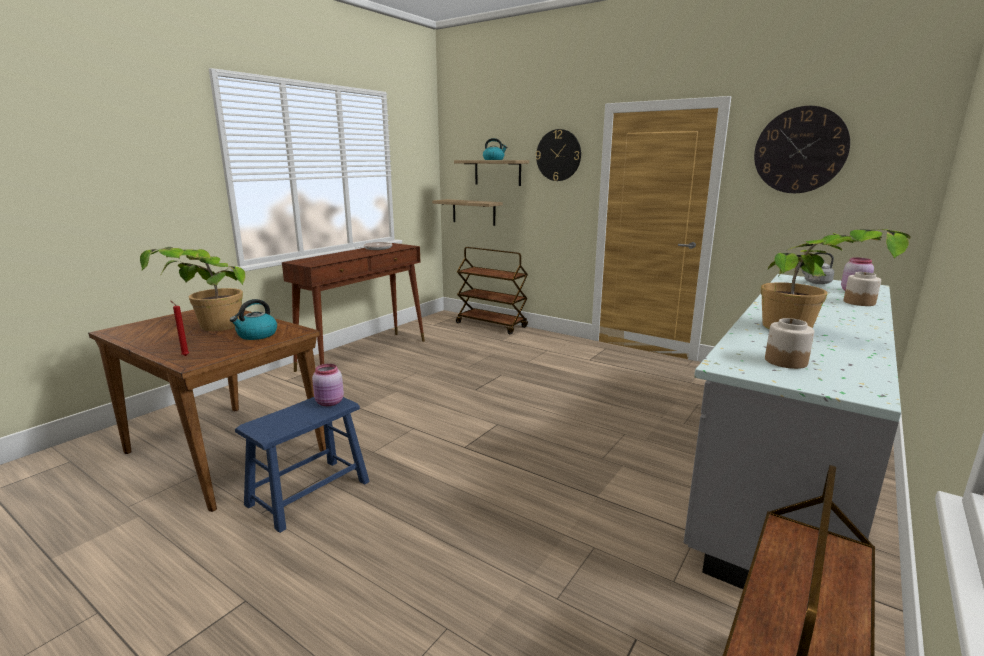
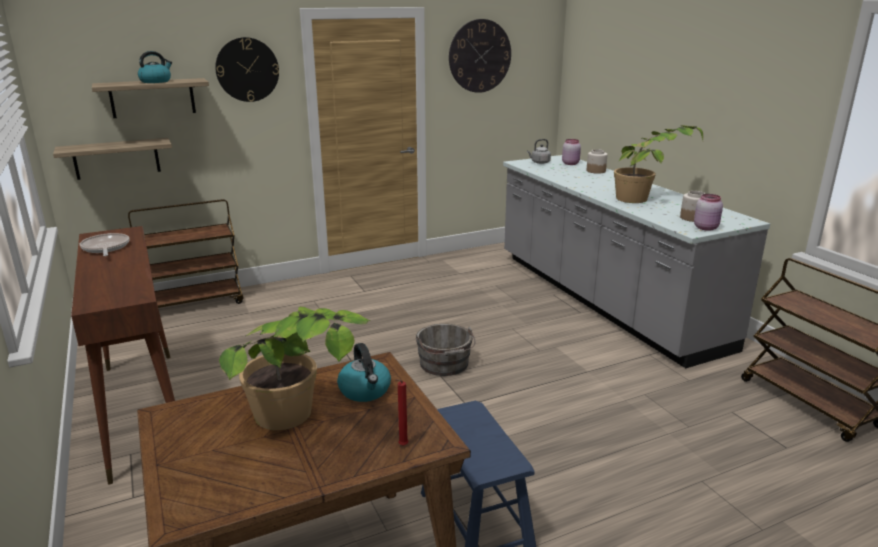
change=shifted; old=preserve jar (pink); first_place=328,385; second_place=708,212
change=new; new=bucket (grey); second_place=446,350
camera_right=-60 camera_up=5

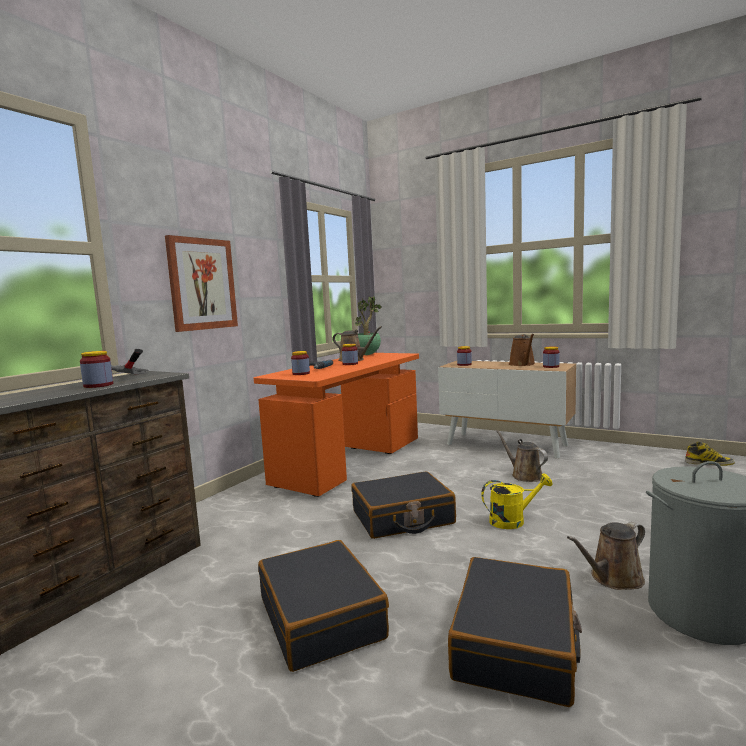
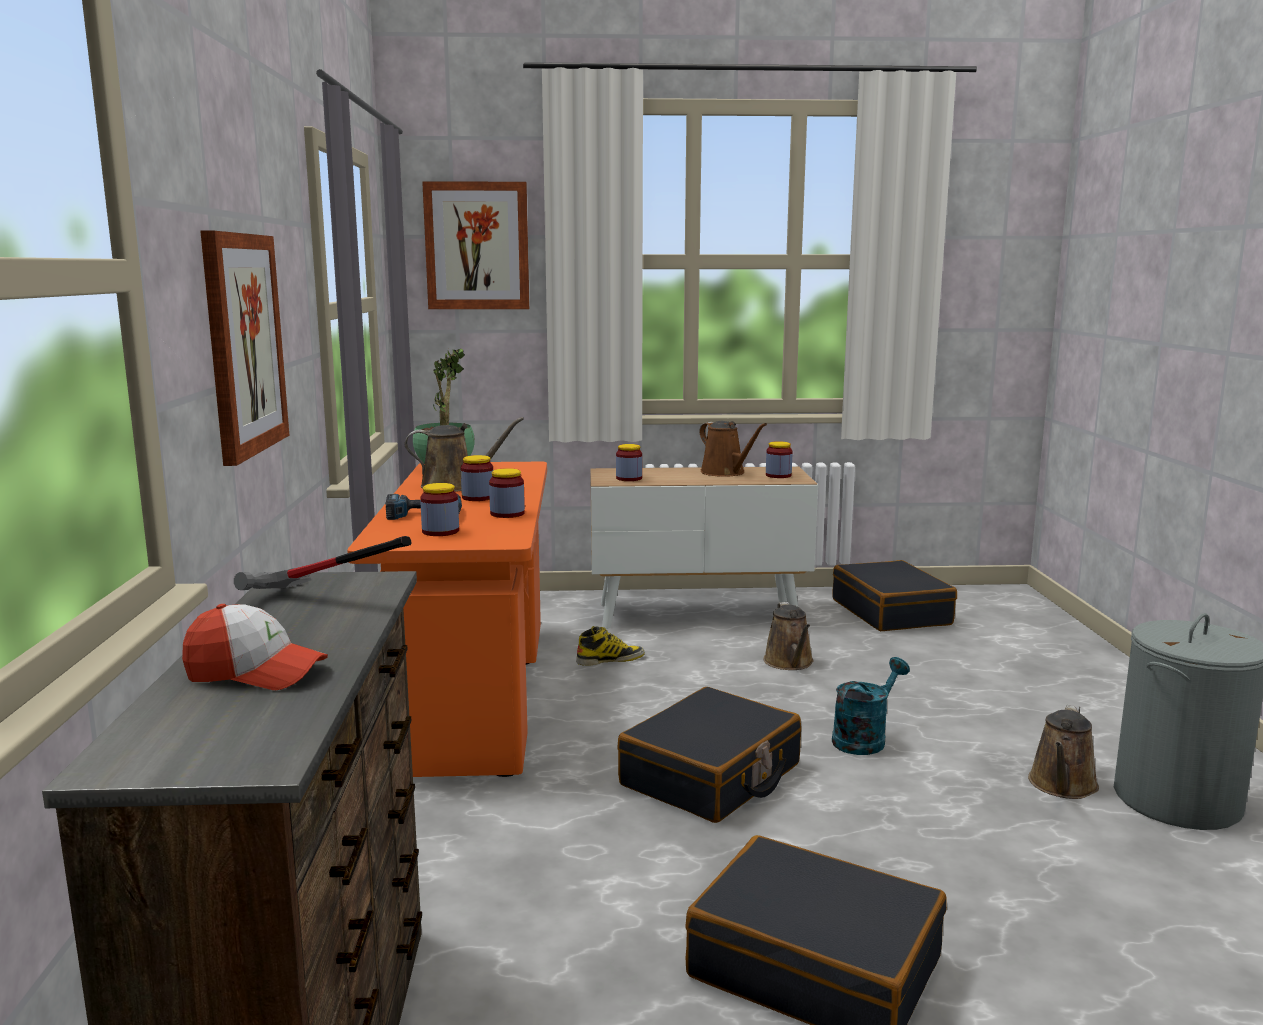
change=shifted; old=preserve jar; first_place=96,369; second_place=507,493
change=shifted; old=suitcase (black); first_place=515,632; second_place=895,595
change=repainted; old=watering can (yellowish); new=watering can (blue-green); first_place=517,501; second_place=871,706
change=rotated; old=watering can (brown); first_place=522,456; second_place=789,636; degrees=-120
change=shifted; old=boot; first_place=710,454; second_place=610,646
change=new; new=peaked cap; second_place=255,647
change=new; new=wall art; second_place=476,245
camera_right=-35 camera_up=5

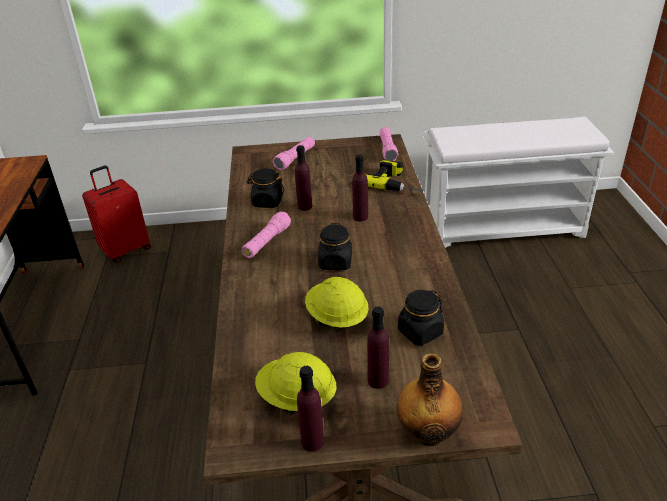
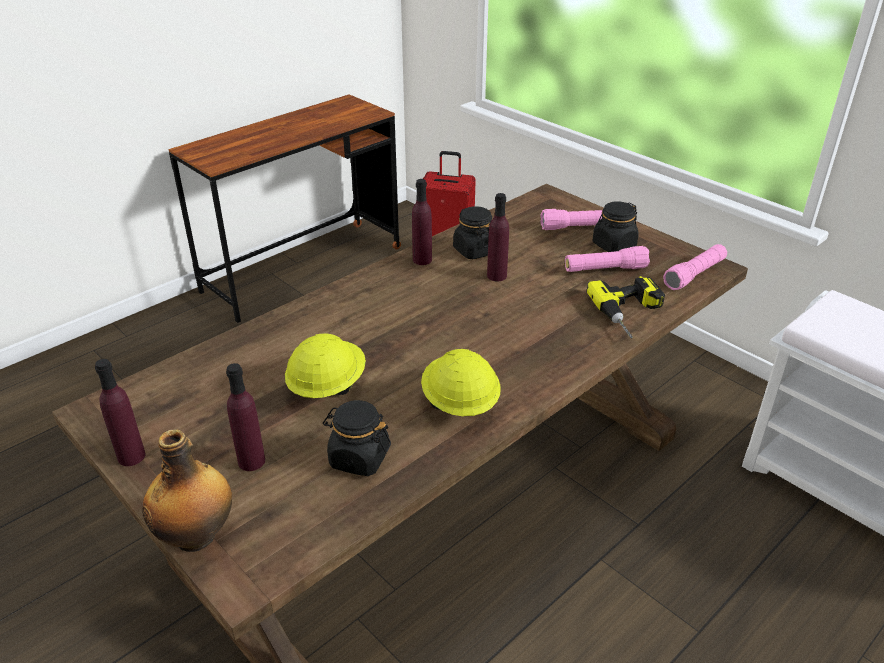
change=shifted; old=torch (pink); first_place=266,235; second_place=607,259
change=shifted; old=safety helmet (yellowish); first_place=296,383; second_place=461,382
change=shifted; old=preserve jar (black); first_place=335,246; second_place=616,226
change=shifted; old=beverage bottle (purple); first_place=360,187; second_place=422,222
camera_right=50 camera_up=0

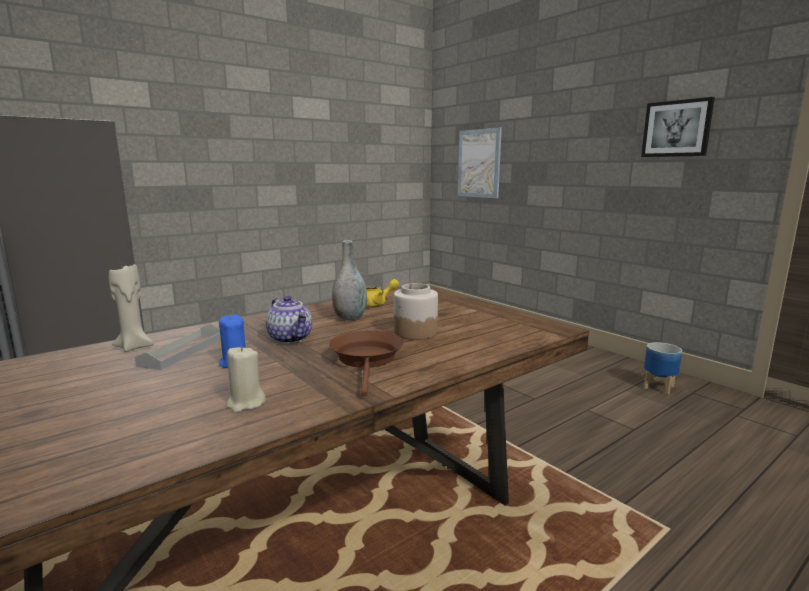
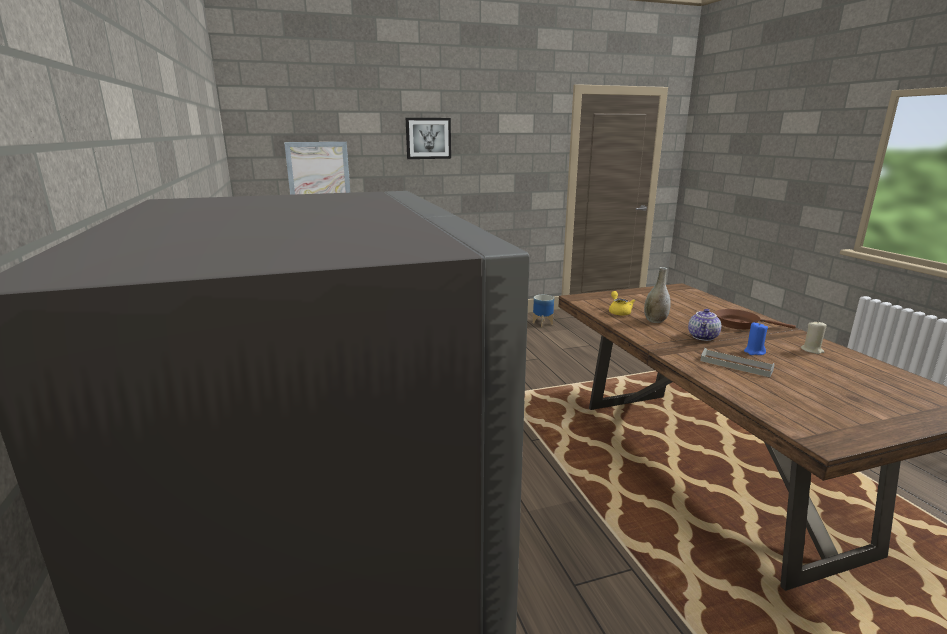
change=gone; old=wax candle (sand-coloured); first_place=131,308
change=rotated; old=teapot; first_place=289,320; second_place=704,325; degrees=135
change=gone; old=preserve jar; first_place=416,311
change=shifted; old=wall art; first_place=678,127; second_place=428,138
camera_right=-70 camera_up=5

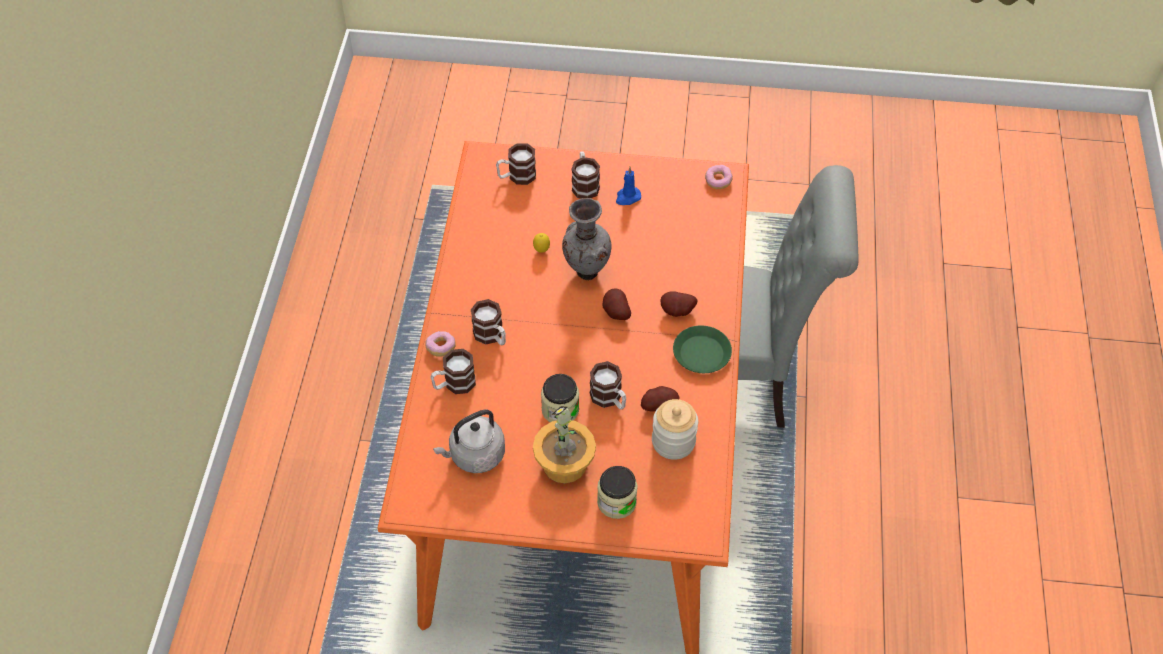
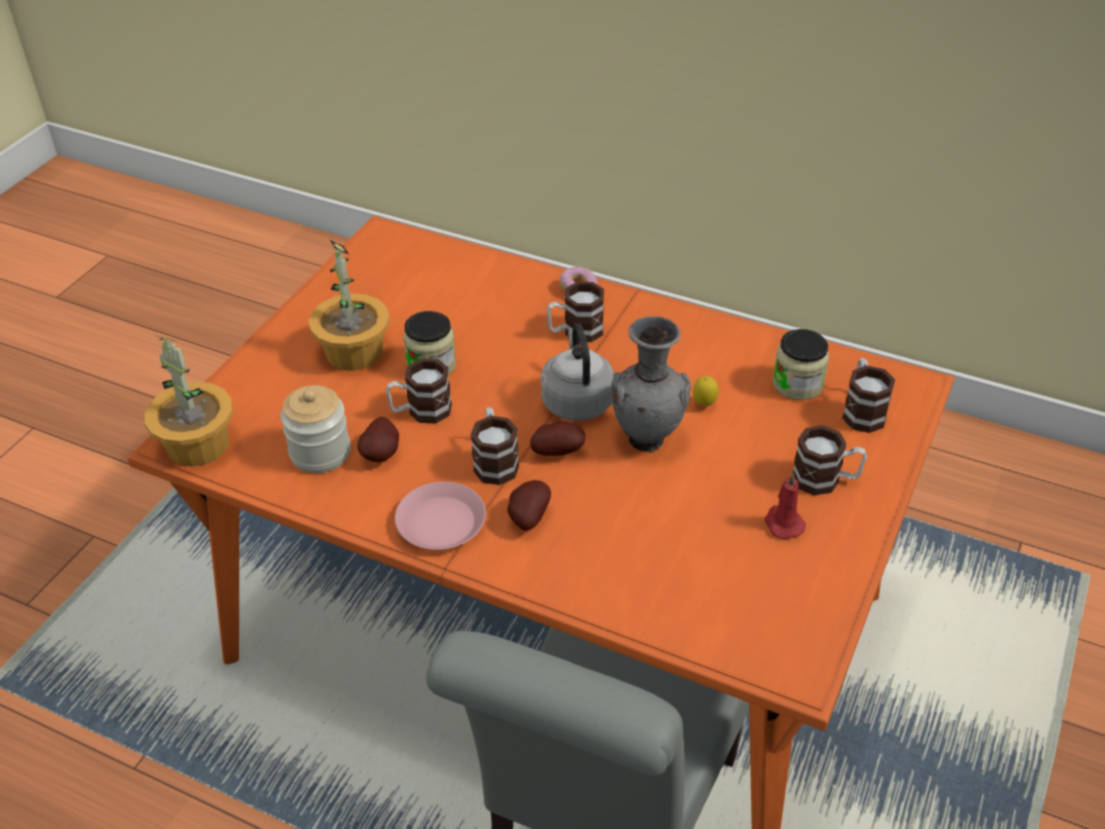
change=shifted; old=mug; first_place=453,371; second_place=494,446
change=shifted; old=kettle (grey); first_place=469,441; second_place=577,372
change=shifted; old=preserve jar; first_place=617,492; second_place=801,364
change=repainted; old=wax candle (blue); new=wax candle (red-coloured); first_place=628,186; second_place=785,506
change=repainted; old=dinner plate (greenish); new=dinner plate (pink); first_place=702,349; second_place=440,516
change=gone; old=donut; first_place=719,177
change=new; new=houseplant; second_place=189,401
camera_right=110 camera_up=-10

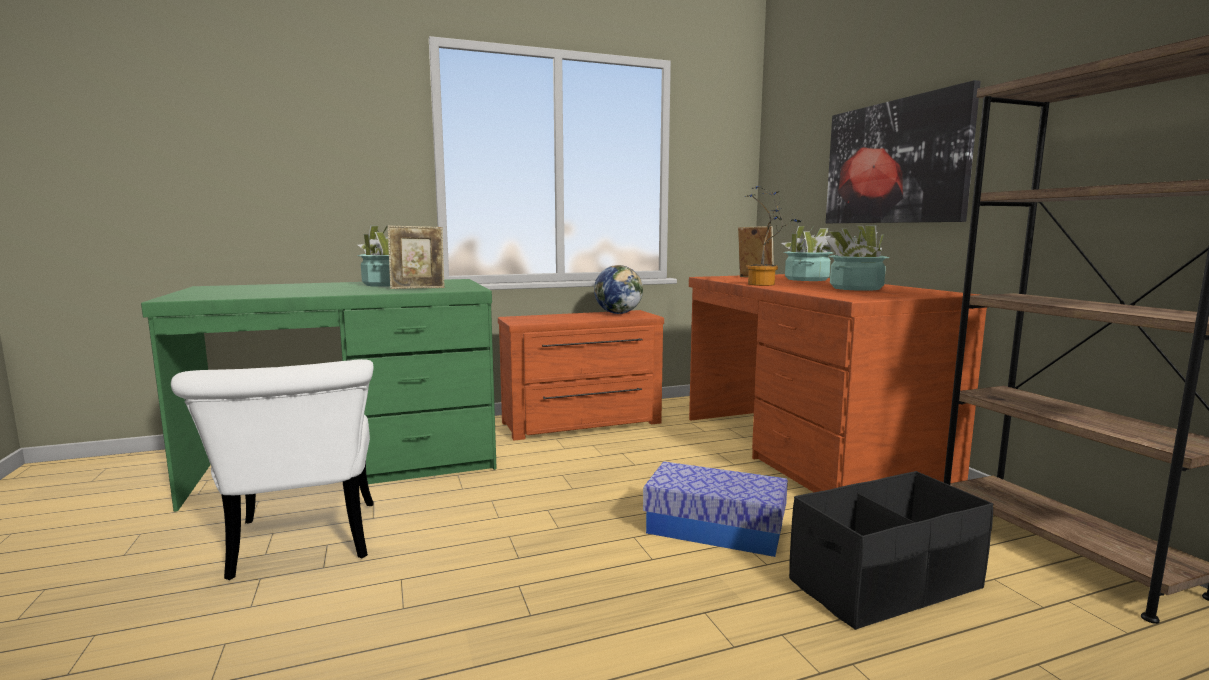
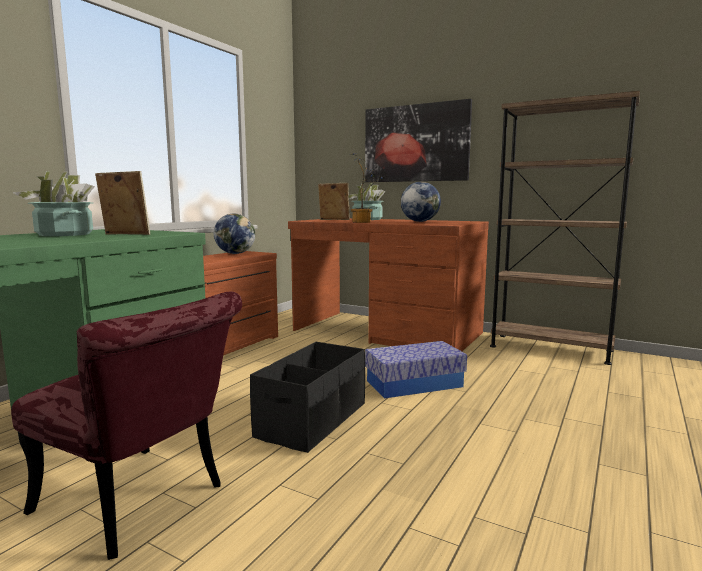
change=repainted; old=chair (white); new=chair (red-coloured); first_place=272,469; second_place=126,425
change=rotated; old=photo frame; first_place=416,257; second_place=122,203; degrees=-105
change=shifted; old=storage bin (black); first_place=891,550; second_place=307,397
change=swapped; old=houseplant; new=globe; first_place=857,258; second_place=421,202
camera_right=-40 camera_up=0

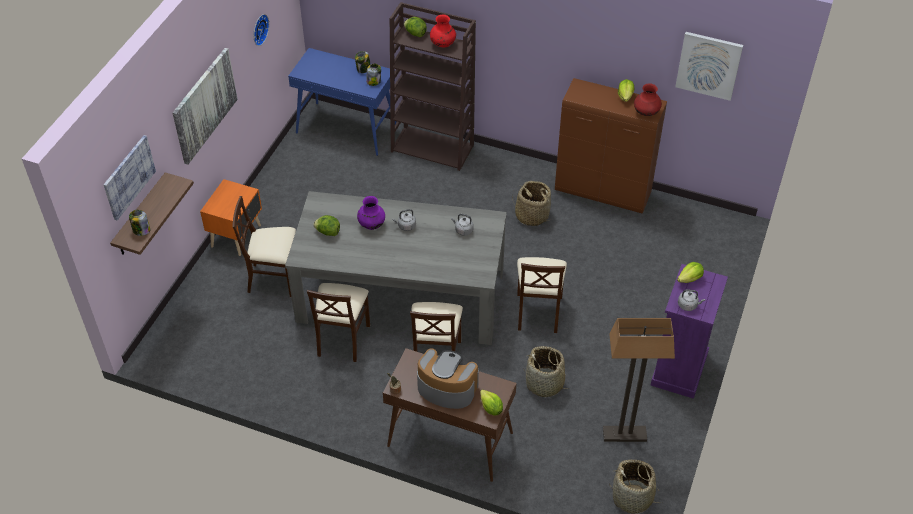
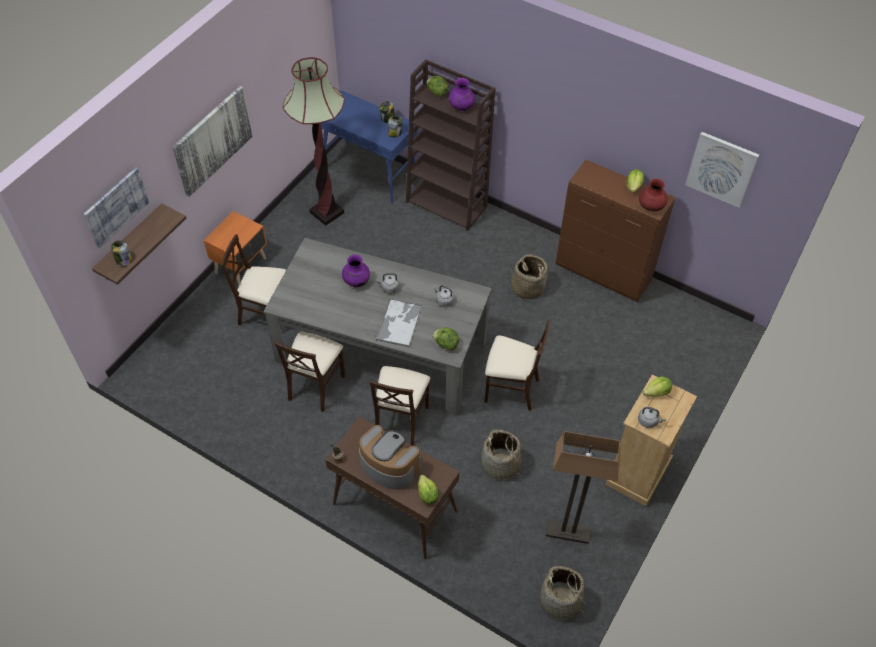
change=gone; old=hanging clock; first_place=261,30
change=shifted; old=head of lettuce; first_place=326,225; second_place=445,339
change=repainted; old=decorative vase (red-coloured); new=decorative vase (purple); first_place=443,31; second_place=462,94
change=rotated; old=chair (sand-coloured); first_place=542,295; second_place=517,365; degrees=-90
change=repainted; old=dresser (purple); new=dresser (sand-coloured); first_place=689,331; second_place=651,440
change=new; new=standing lamp; second_place=314,141
change=new; new=tray; second_place=399,323
camera_right=10 camera_up=5

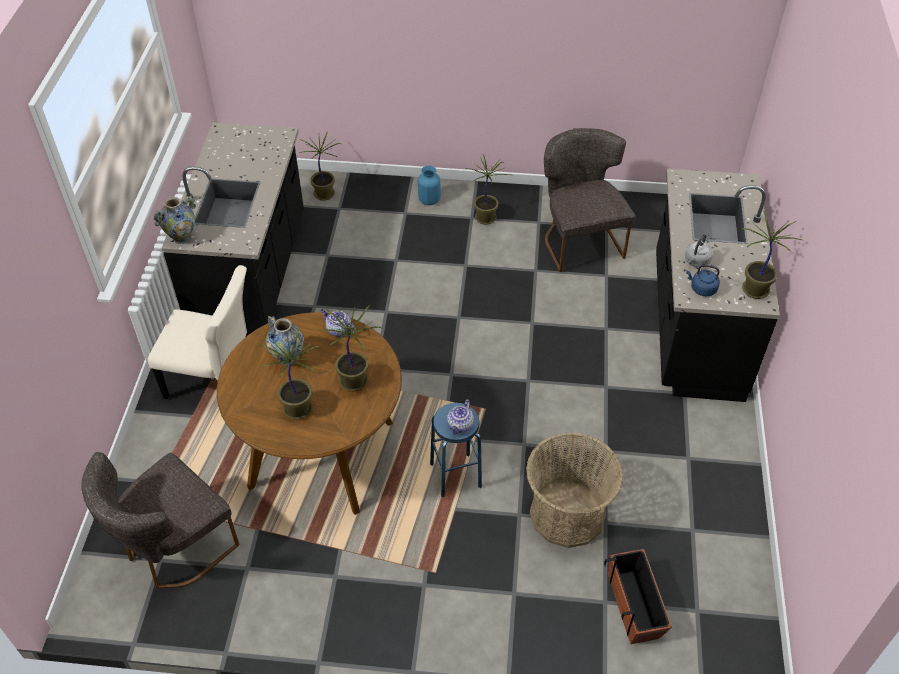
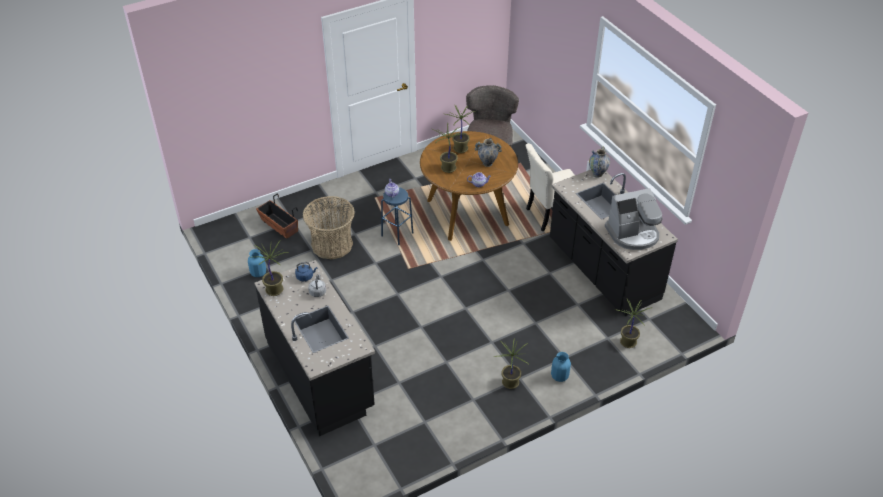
change=gone; old=chair (grey); first_place=589,200
change=new; new=decorative vase (blue); second_place=257,263
change=new; new=coffee machine; second_place=634,219
camera_right=145 camera_up=-5

